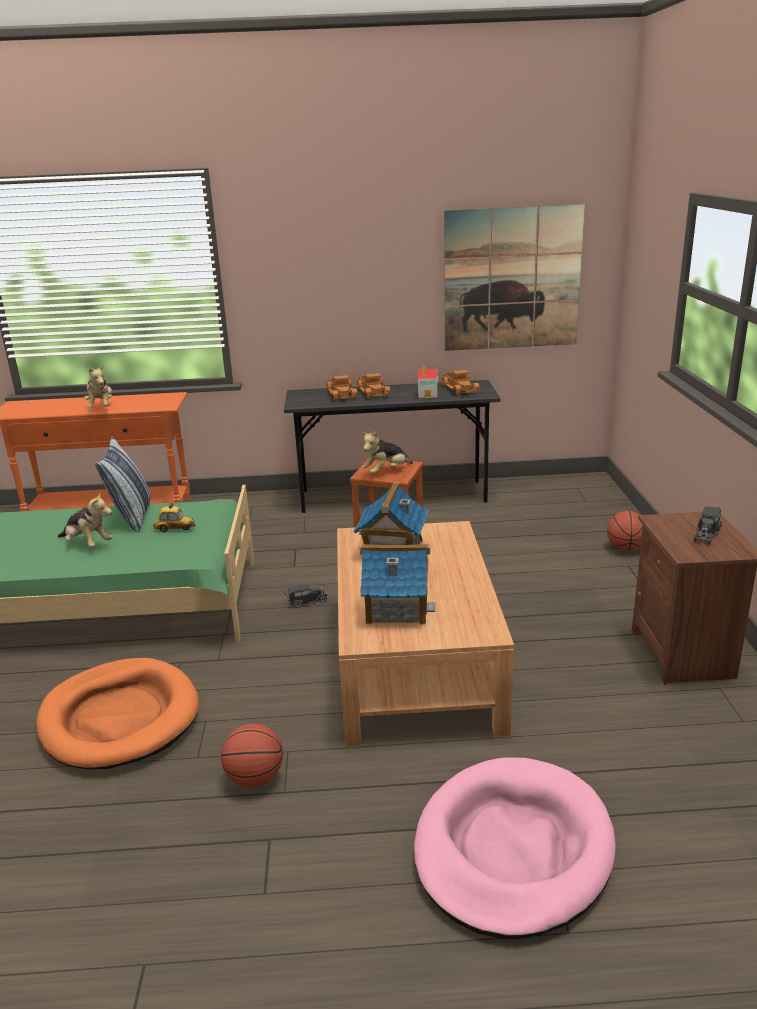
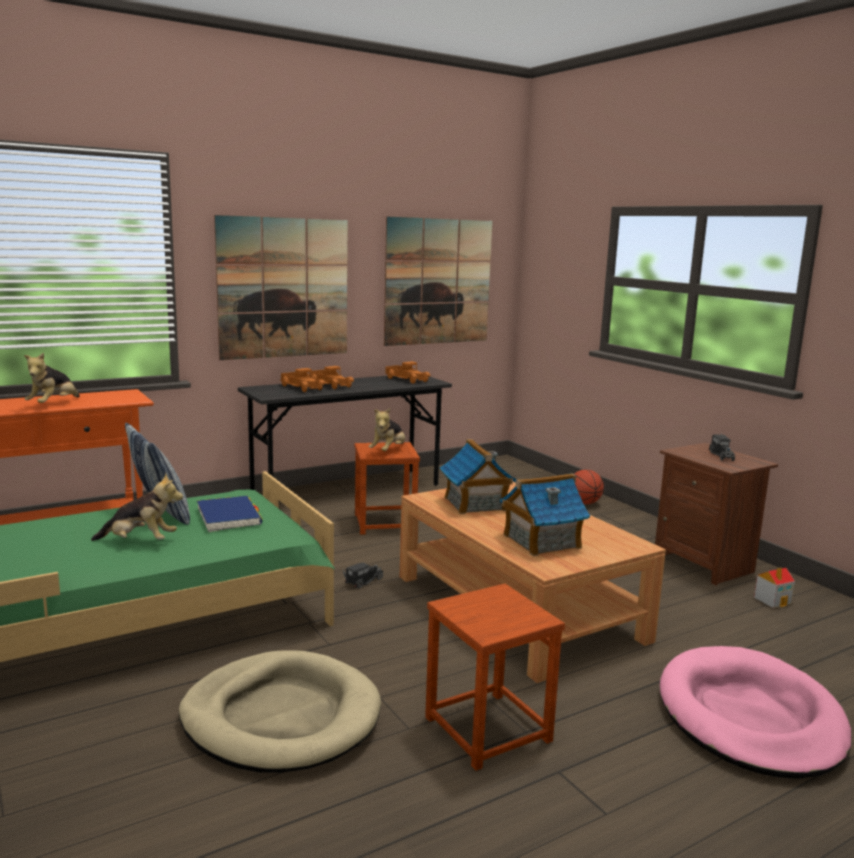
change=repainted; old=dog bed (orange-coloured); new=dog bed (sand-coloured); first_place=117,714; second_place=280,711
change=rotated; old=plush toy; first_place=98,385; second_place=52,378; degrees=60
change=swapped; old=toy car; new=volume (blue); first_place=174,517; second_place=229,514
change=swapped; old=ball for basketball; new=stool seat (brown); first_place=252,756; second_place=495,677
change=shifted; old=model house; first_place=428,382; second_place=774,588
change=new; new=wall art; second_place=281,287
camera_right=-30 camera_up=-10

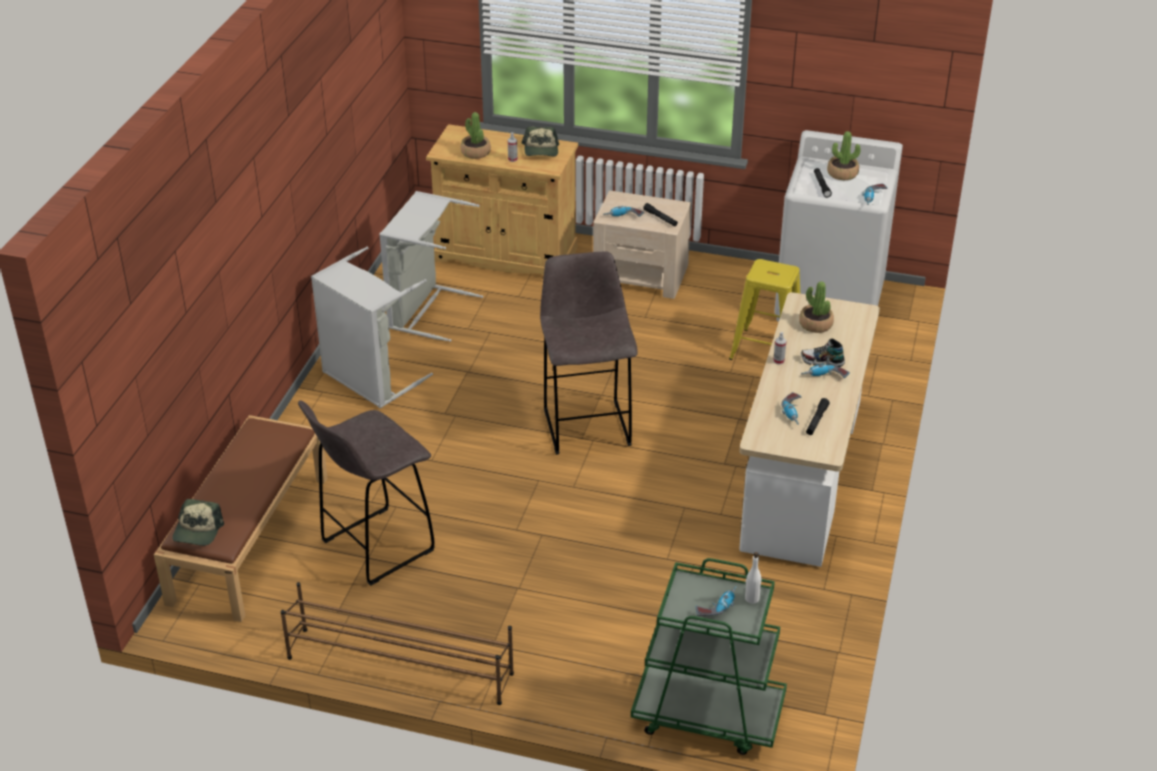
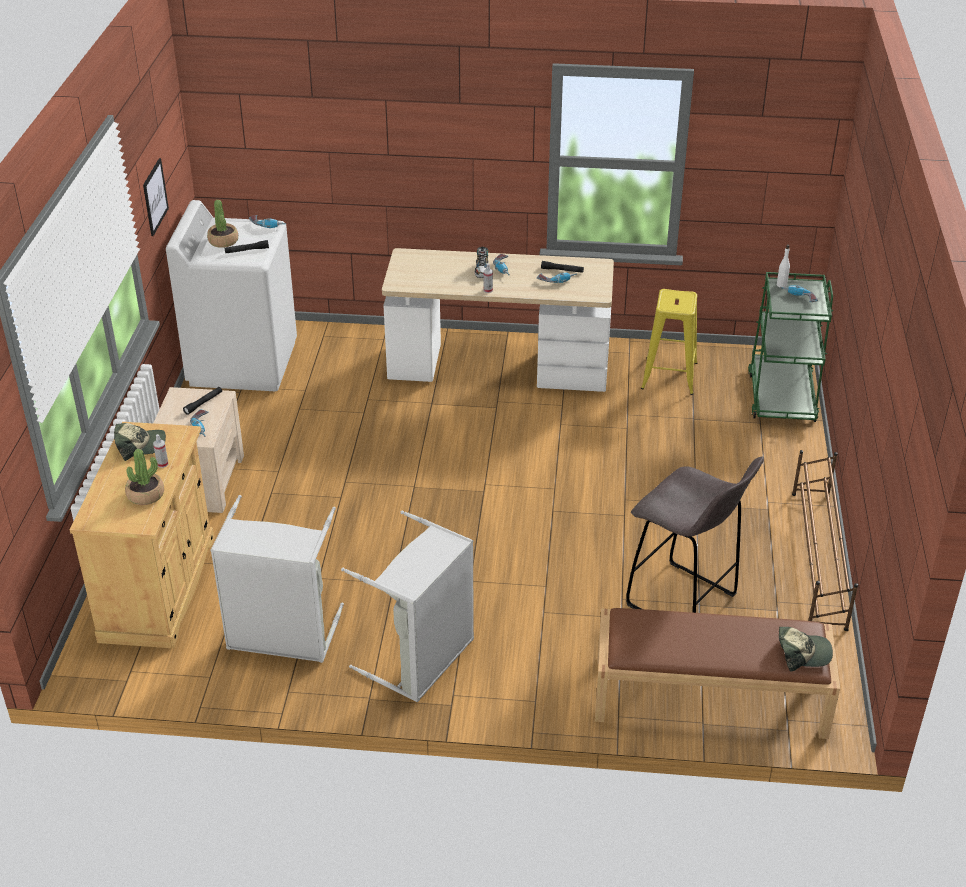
change=gone; old=stool seat (grey); first_place=589,353
change=shifted; old=stool seat (yellowish); first_place=764,309; second_place=669,342
change=gone; old=houseplant; first_place=816,307
change=new; new=wall art; second_place=156,197
camera_right=-100 camera_up=0

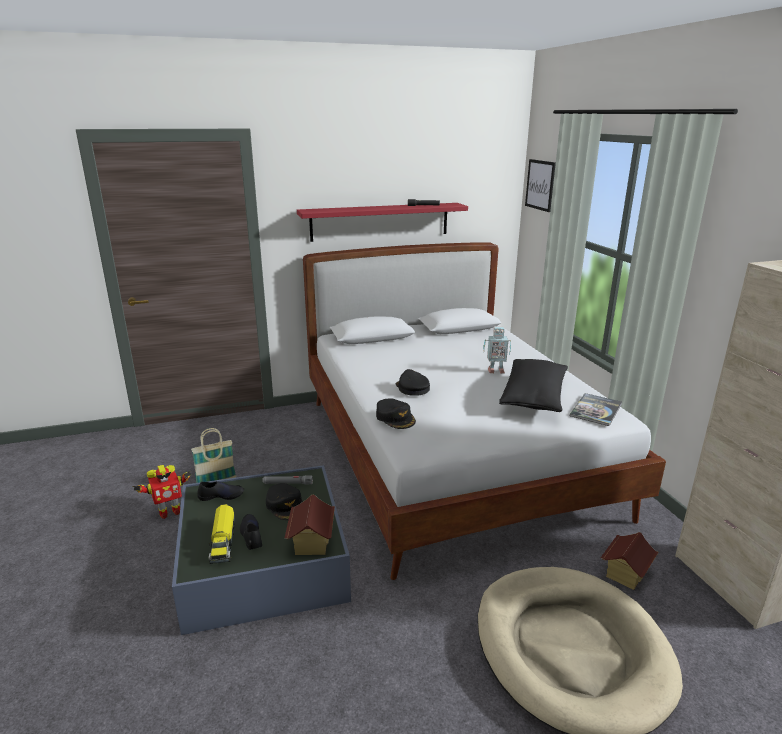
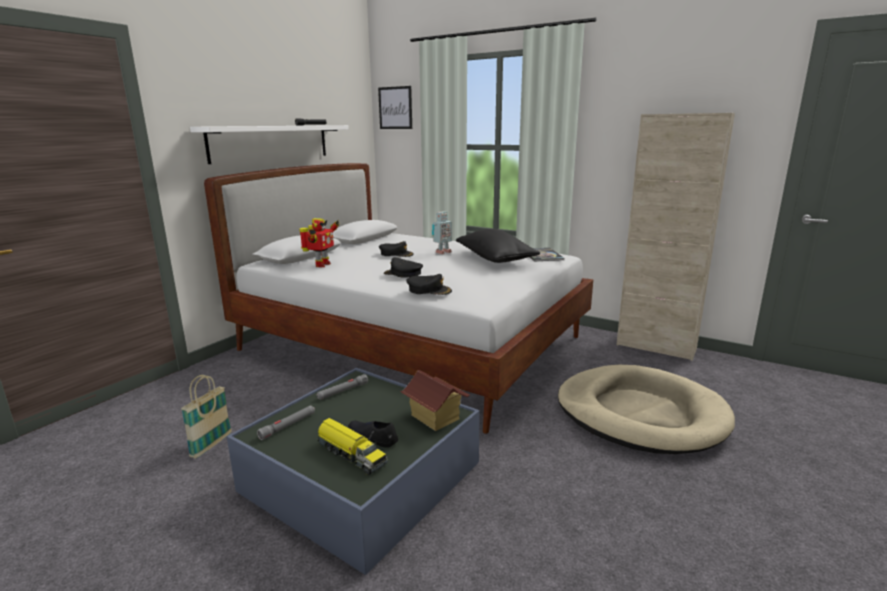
change=shifted; old=model robot; first_place=162,492; second_place=319,242
change=swapped; old=item of footwear (black); new=torch (grey); first_place=221,491; second_place=286,423
change=shifted; old=peaked cap (black); first_place=284,501; second_place=396,249
change=repainted; old=bracket shelf (red-coloured); new=bracket shelf (white); first_place=382,222; second_place=269,144
change=gone; old=model house; first_place=629,561
camera_right=-40 camera_up=-5

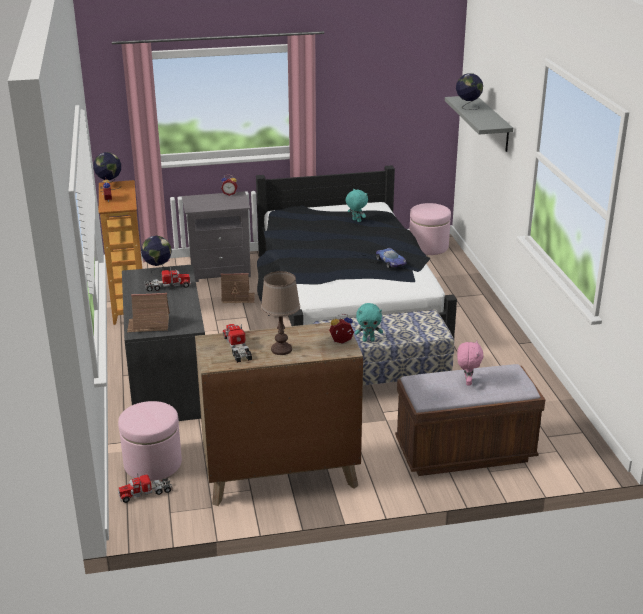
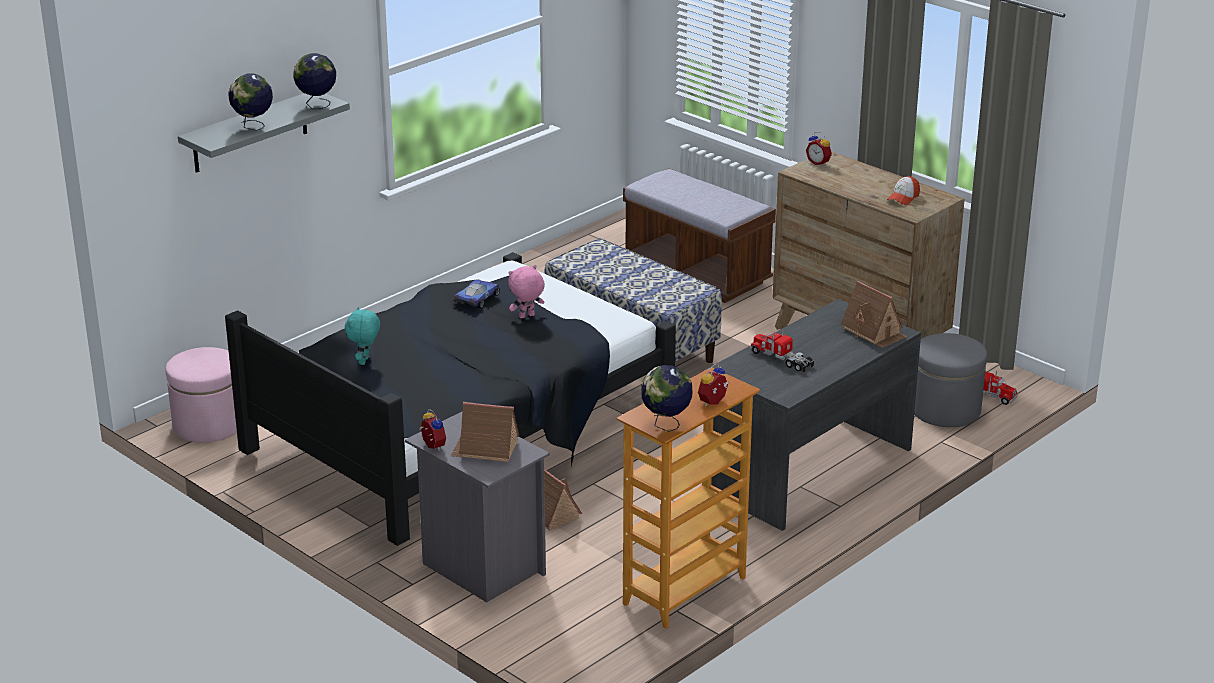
change=repainted; old=ottoman (pink); new=ottoman (grey); first_place=150,441; second_place=950,380
change=shifted; old=globe; first_place=156,256; second_place=314,81
change=swapped; old=toy lorry; new=peaked cap; first_place=237,343; second_place=903,190
change=gone; old=tabletop lamp (brown); first_place=280,313
change=gone; old=plush toy (blue-green); first_place=369,322
change=shifted; old=plush toy (pink); first_place=470,362; second_place=526,291
change=new; new=model house; second_place=485,432
camera_right=-125 camera_up=0

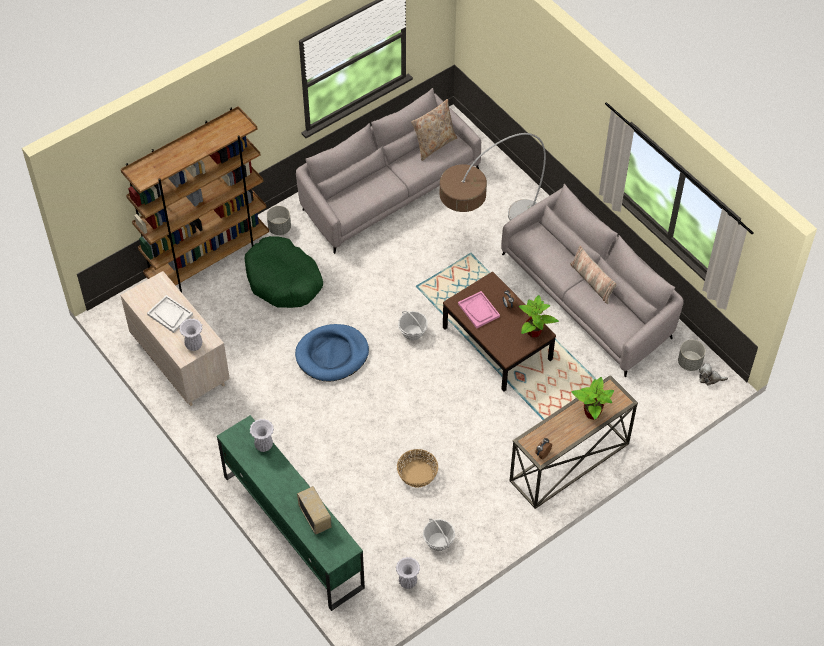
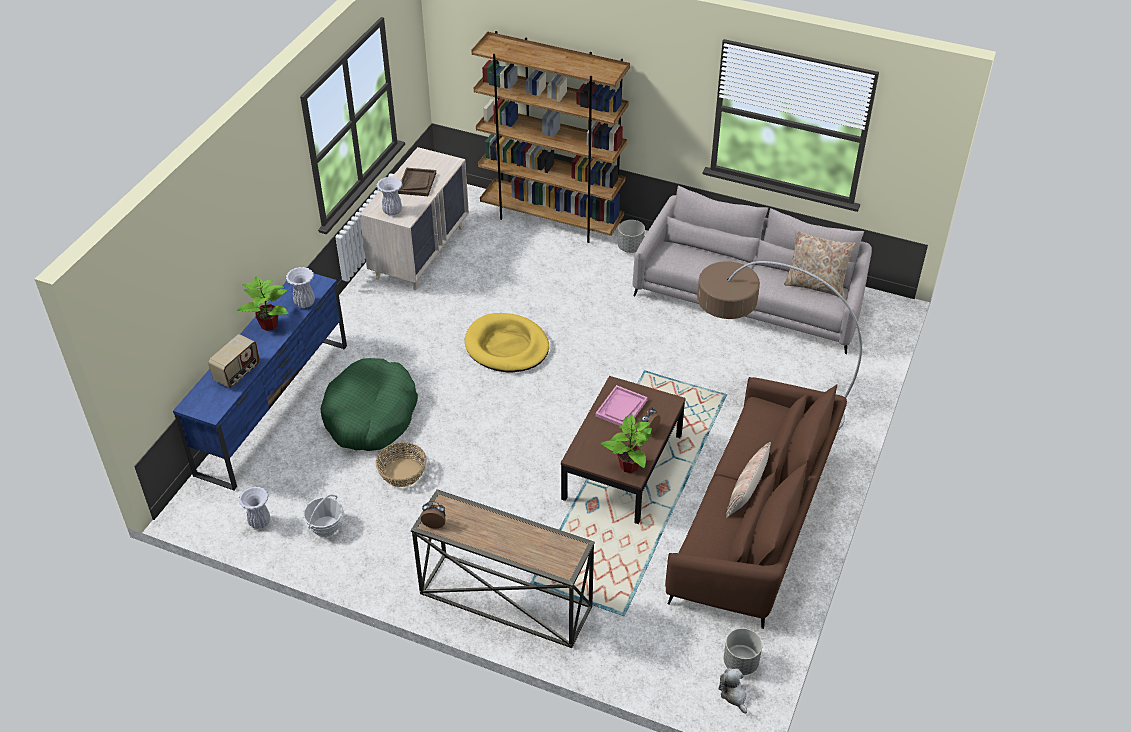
change=repainted; old=tray (white); new=tray (brown); first_place=170,314; second_place=417,182
change=repainted; old=media console (greenish); new=media console (blue); first_place=291,513; second_place=260,382
change=shifted; old=dog bed (greenish); first_place=283,272; second_place=369,404
change=repainted; old=dog bed (blue); new=dog bed (yellowish); first_place=332,353; second_place=507,342
change=gone; old=household basket; first_place=413,326
change=repainted; old=sofa (grey); new=sofa (brown); first_place=592,280; second_place=756,503
change=shifted; old=houseplant; first_place=593,398; second_place=263,304
camera_right=60 camera_up=-10

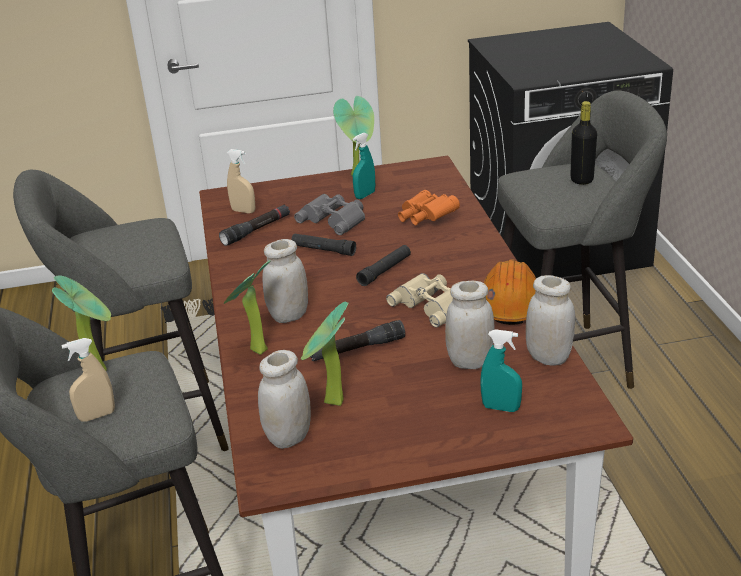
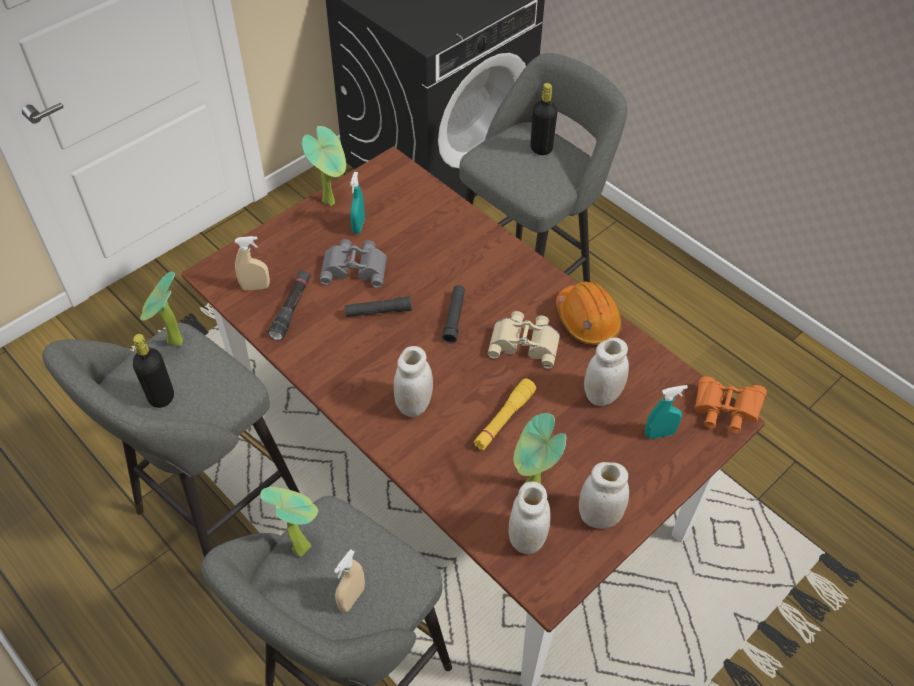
change=shifted; old=houseplant; first_place=247,307; second_place=161,308
change=repainted; old=torch (black); new=torch (yellowish); first_place=357,340; second_place=505,414
change=shifted; old=field glasses (orange-coloured); first_place=429,207; second_place=730,404
change=shifted; old=preserve jar (white); first_place=550,320; second_place=604,495
change=new; new=beverage bottle (black); second_place=153,371
camera_right=-35 camera_up=20

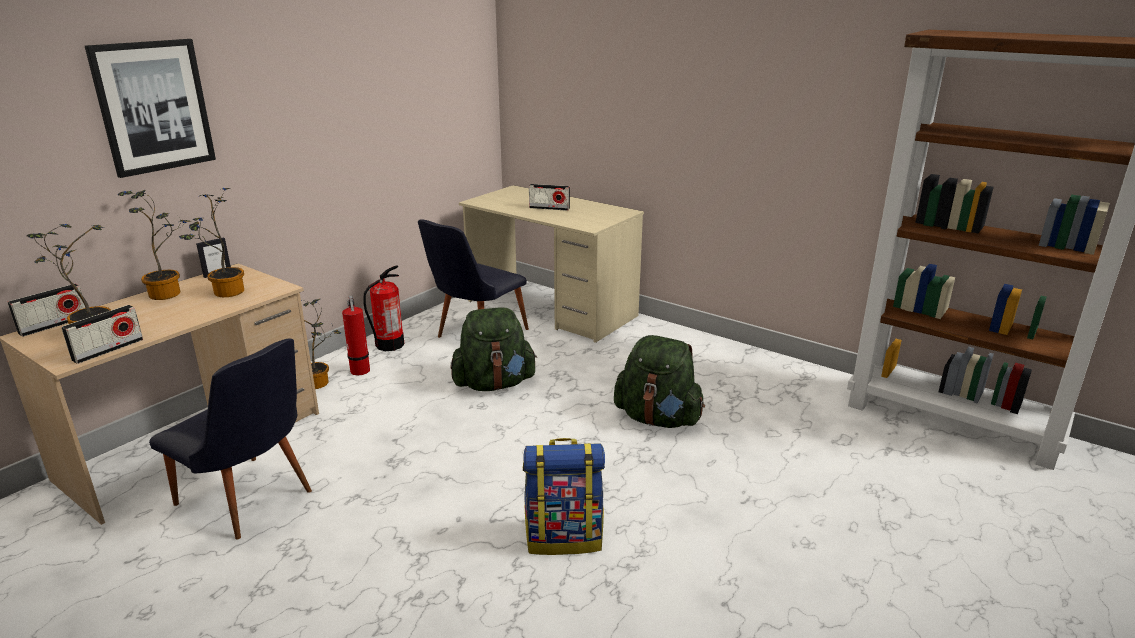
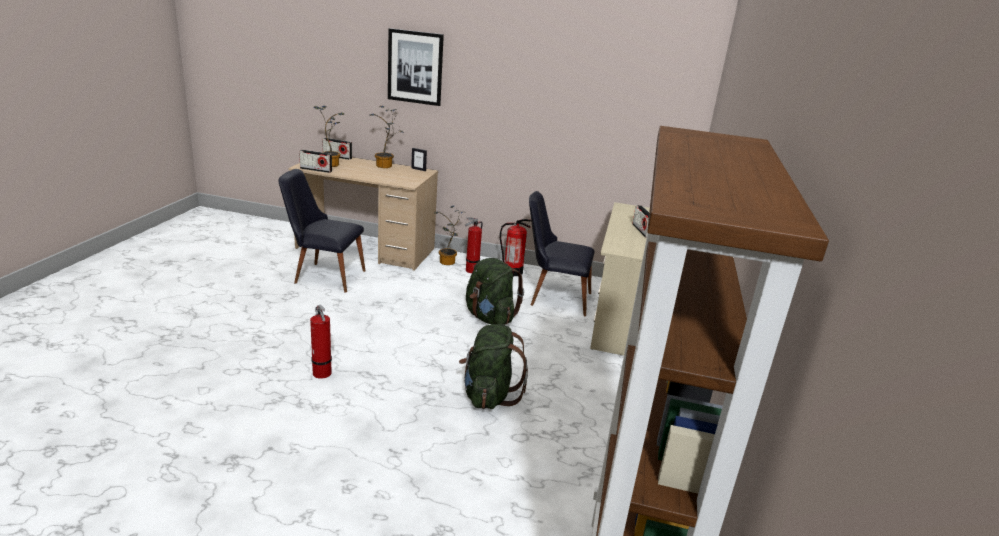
change=rotated; old=chair (black); first_place=230,439; second_place=322,231; degrees=90
change=gone; old=houseplant; first_place=211,242
change=swapped; old=backpack; new=extinguisher; first_place=564,496; second_place=321,342
camera_right=65 camera_up=0

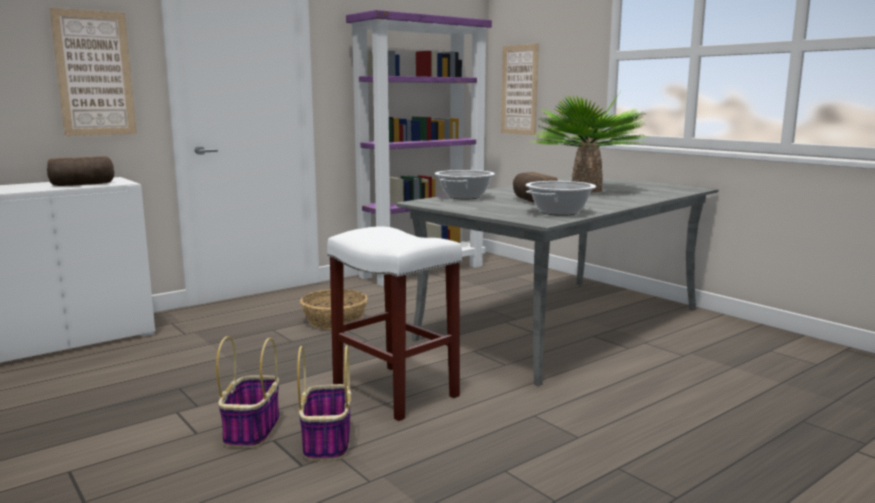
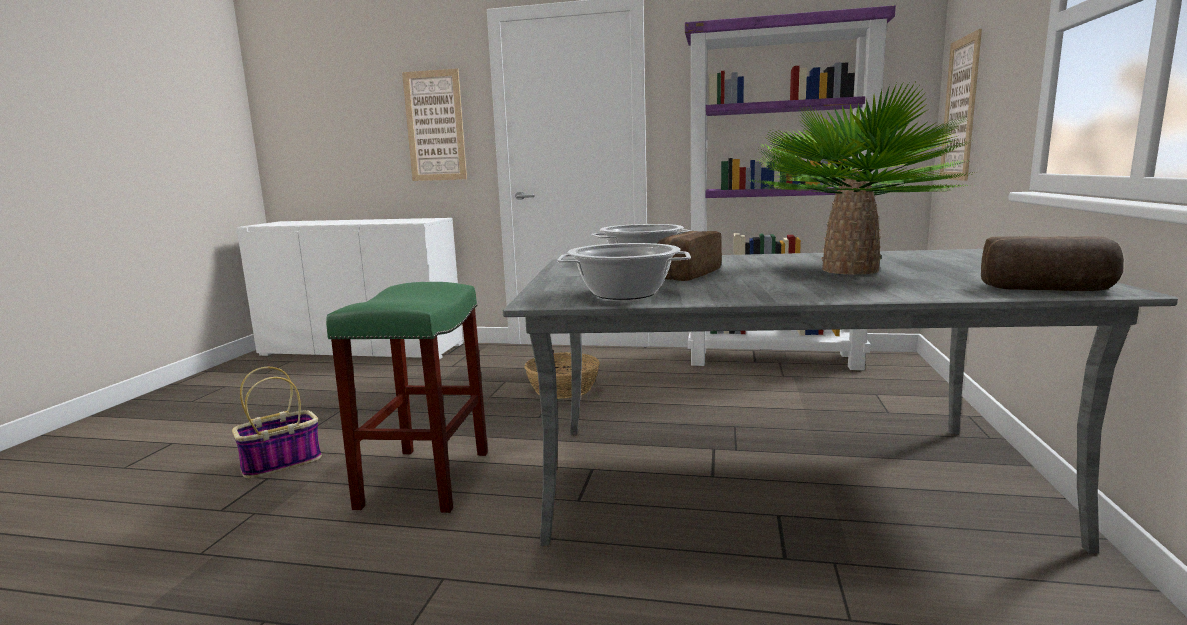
change=shifted; old=bakery bread; first_place=80,171; second_place=1052,263
change=gone; old=household basket; first_place=324,403
change=repainted; old=stool seat (white); new=stool seat (greenish); first_place=394,324; second_place=407,397
camera_right=50 camera_up=0

